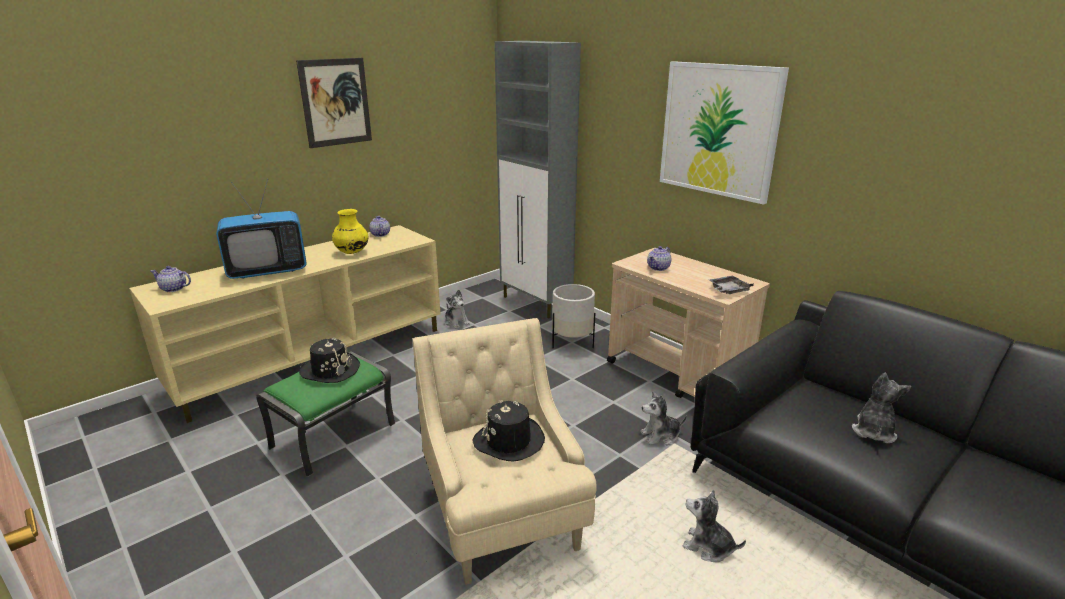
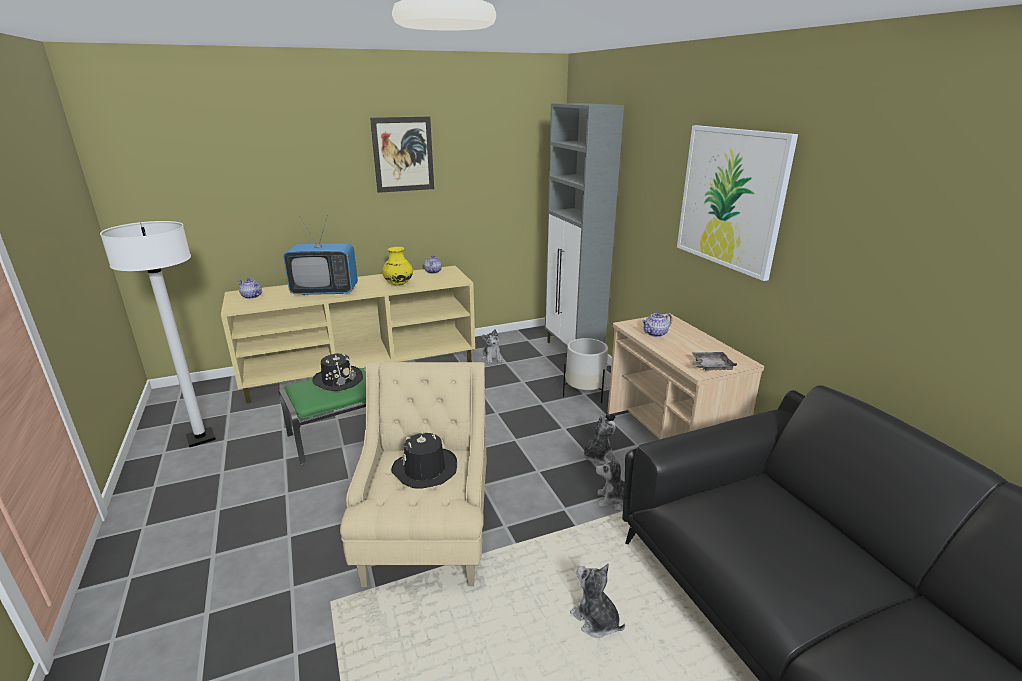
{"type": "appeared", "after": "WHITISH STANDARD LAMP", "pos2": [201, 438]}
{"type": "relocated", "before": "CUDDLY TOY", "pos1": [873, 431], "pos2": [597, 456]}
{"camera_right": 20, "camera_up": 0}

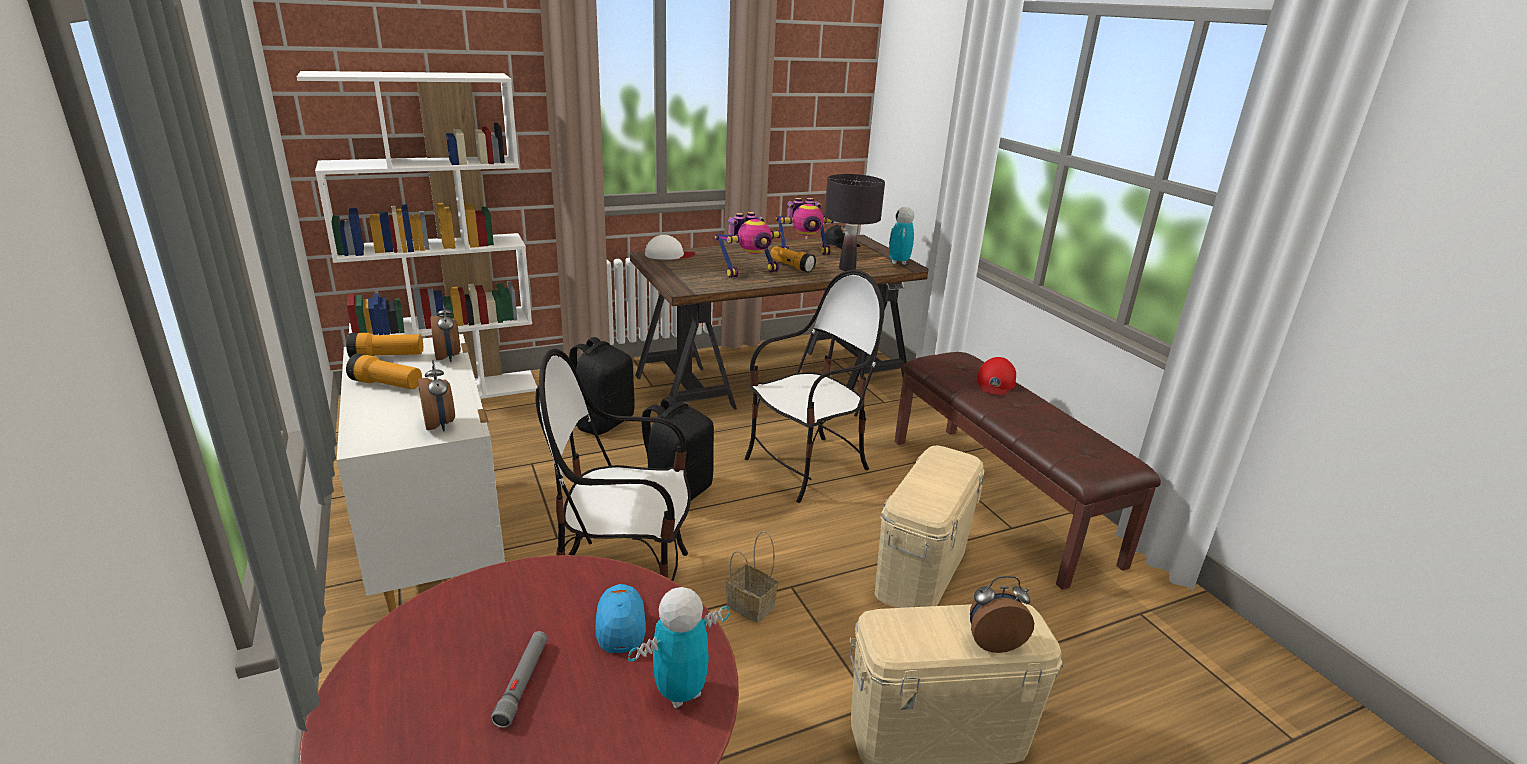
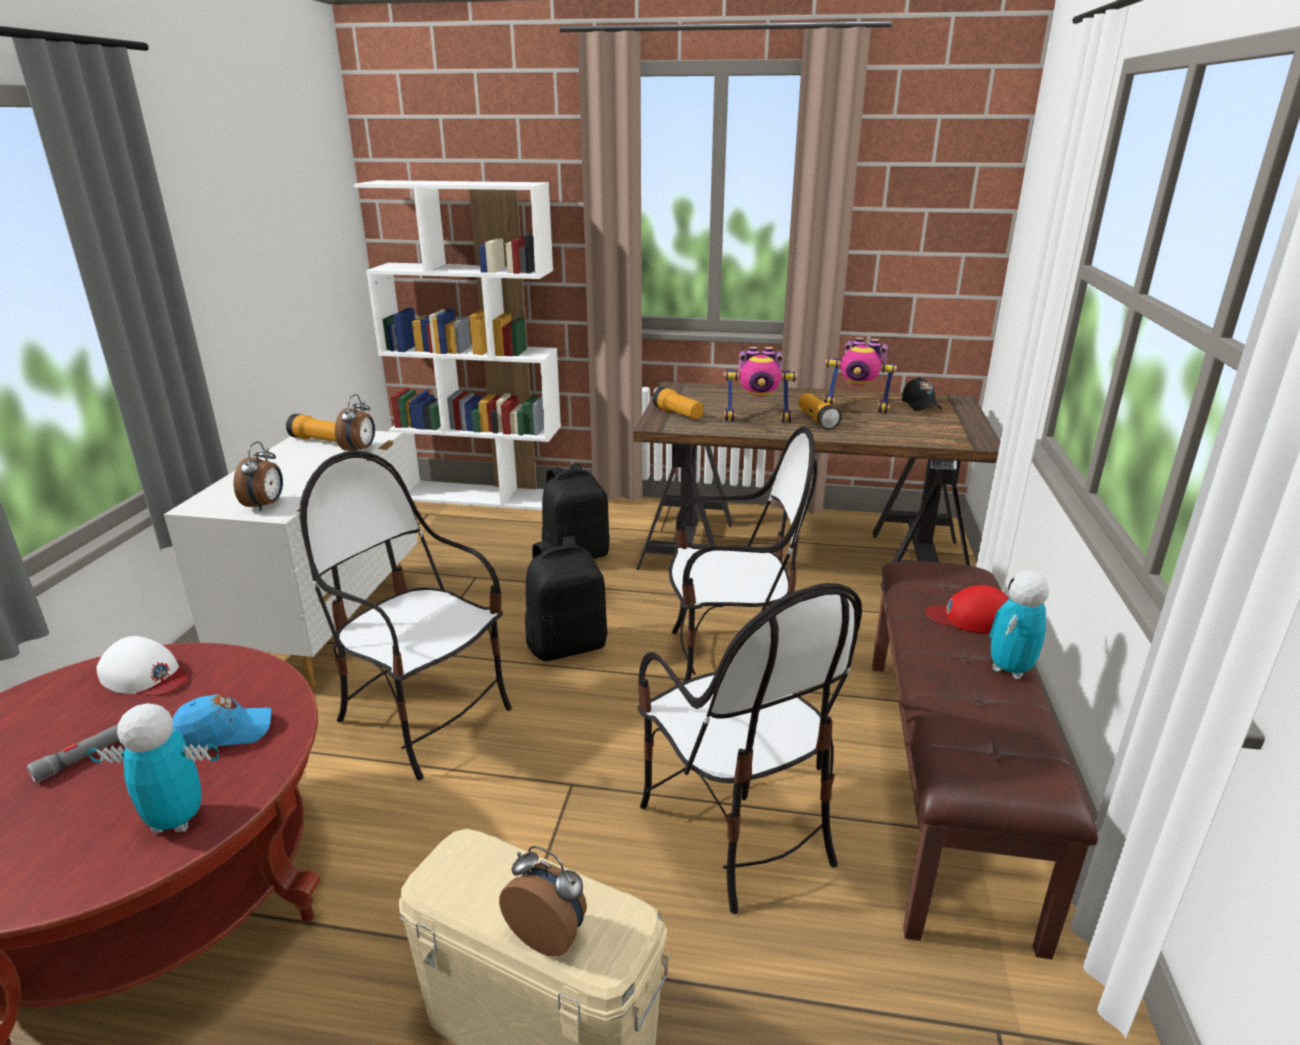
{"type": "relocated", "before": "WHITISH PEAKED CAP", "pos1": [669, 255], "pos2": [145, 676]}
{"type": "spun", "before": "BLUE-COLOURED PEAKED CAP", "pos1": [620, 623], "pos2": [225, 734], "turn": 45}
{"type": "exchanged", "before": "SAND-COLOURED STORAGE BIN", "after": "UPRIGHT CHAIR", "pos1": [922, 570], "pos2": [736, 829]}
{"type": "relocated", "before": "FLASHLIGHT", "pos1": [387, 385], "pos2": [678, 414]}
{"type": "spun", "before": "REDDISH PEAKED CAP", "pos1": [995, 383], "pos2": [972, 618], "turn": 45}
{"type": "relocated", "before": "MODEL ROBOT", "pos1": [898, 262], "pos2": [1009, 669]}
{"type": "missing", "before": "STORAGE BASKET", "pos1": [748, 605]}
{"type": "missing", "before": "BLACK TABLE LAMP", "pos1": [847, 269]}
{"camera_right": 35, "camera_up": 0}

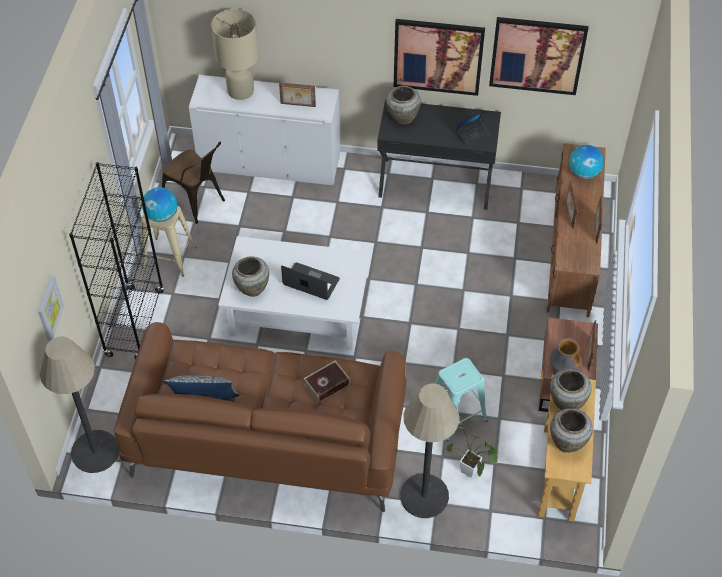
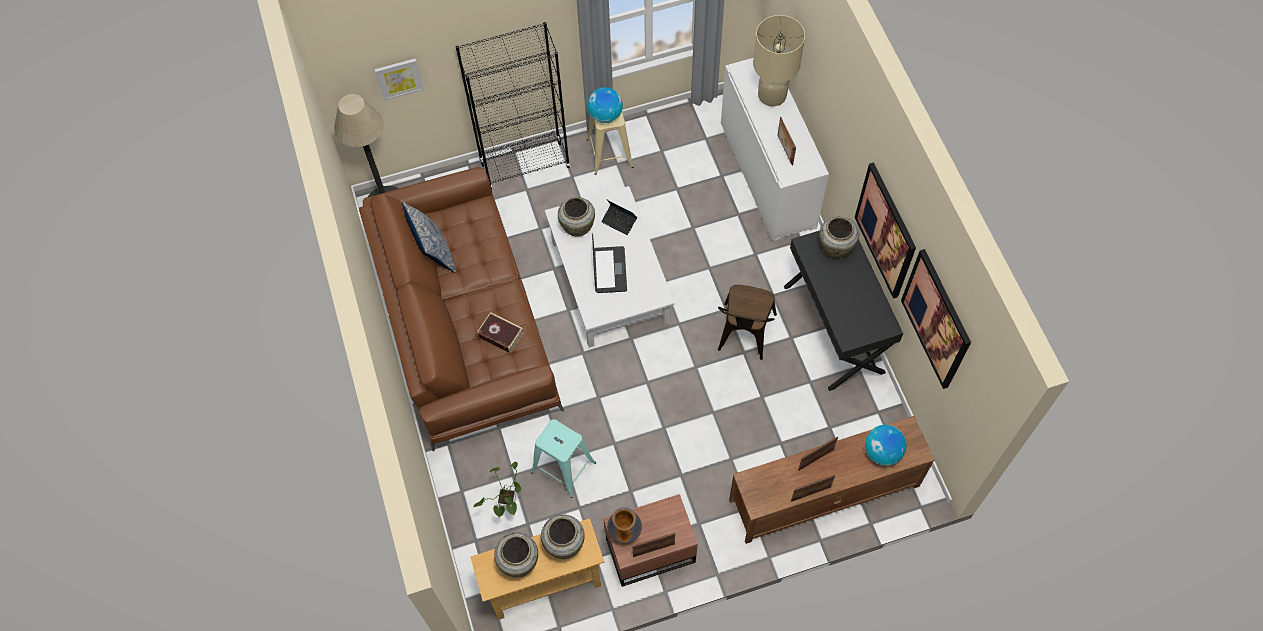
{"type": "relocated", "before": "LAPTOP", "pos1": [472, 134], "pos2": [619, 221]}
{"type": "relocated", "before": "BROWNISH UPRIGHT CHAIR", "pos1": [197, 202], "pos2": [744, 336]}
{"type": "missing", "before": "STANDARD LAMP", "pos1": [424, 496]}
{"camera_right": 65, "camera_up": 10}

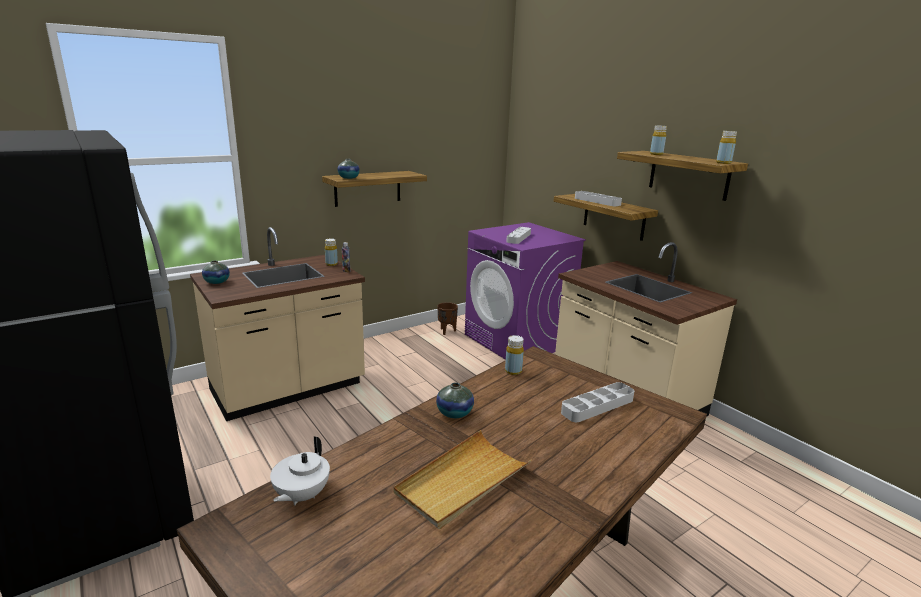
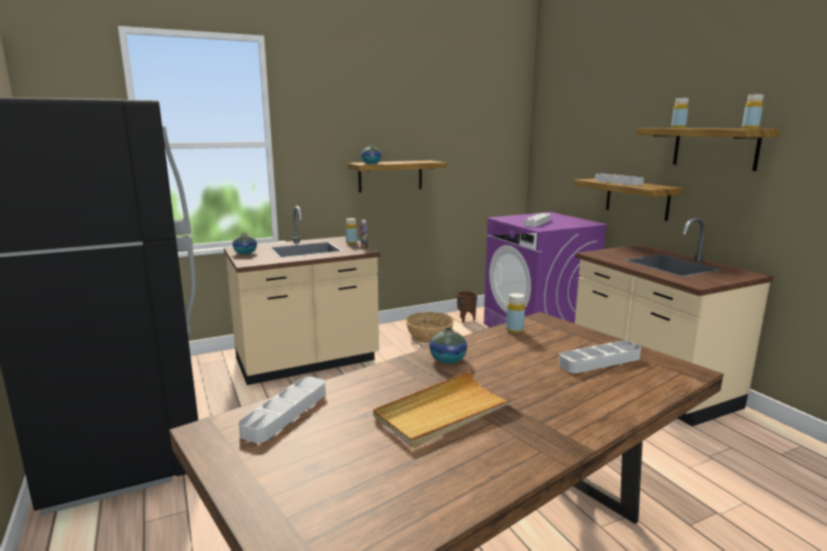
{"type": "exchanged", "before": "WHITISH POT FOR TEA", "after": "GREYISH TRAY", "pos1": [301, 495], "pos2": [285, 413]}
{"type": "appeared", "after": "STORAGE BASKET", "pos2": [429, 336]}
{"camera_right": 10, "camera_up": -5}

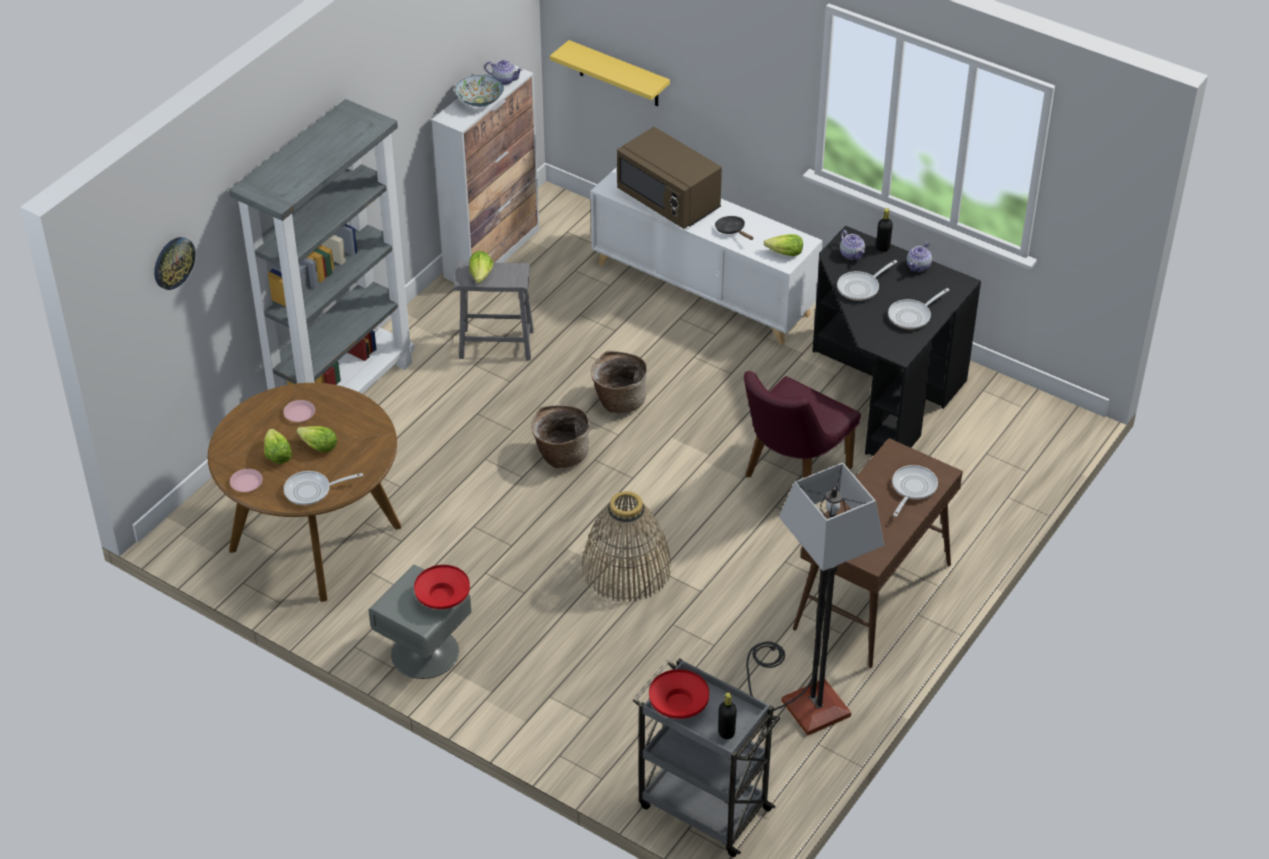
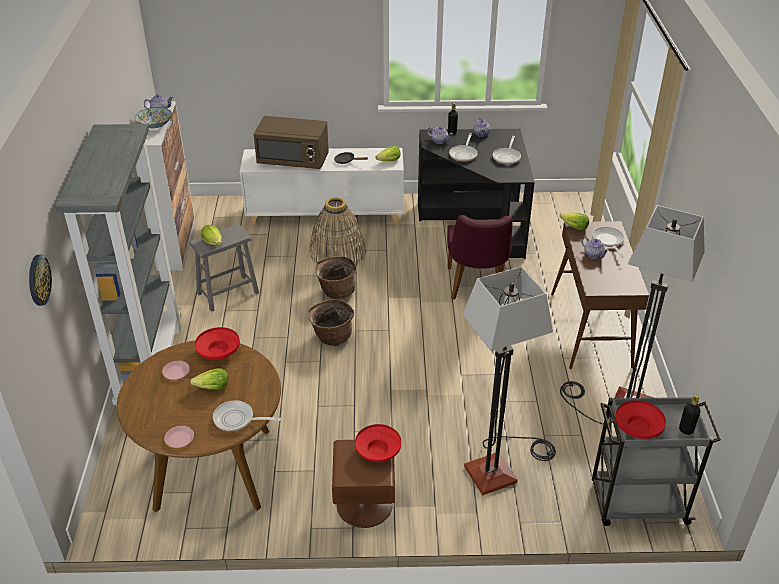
{"type": "appeared", "after": "REDDISH BOWL", "pos2": [218, 352]}
{"type": "spun", "before": "SKILLET", "pos1": [312, 491], "pos2": [237, 419], "turn": 60}
{"type": "relocated", "before": "STORAGE BASKET", "pos1": [626, 568], "pos2": [337, 252]}
{"type": "colour", "before": "GREYISH NIGHT TABLE", "after": "BROWNISH NIGHT TABLE", "pos1": [424, 653], "pos2": [364, 505]}
{"type": "appeared", "after": "STANDARD LAMP", "pos2": [500, 467]}
{"type": "relocated", "before": "HEAD OF LETTUCE", "pos1": [277, 454], "pos2": [574, 227]}
{"type": "appeared", "after": "POT FOR TEA", "pos2": [593, 254]}
{"type": "missing", "before": "YELLOW SHELF", "pos1": [619, 74]}
{"camera_right": -35, "camera_up": -5}

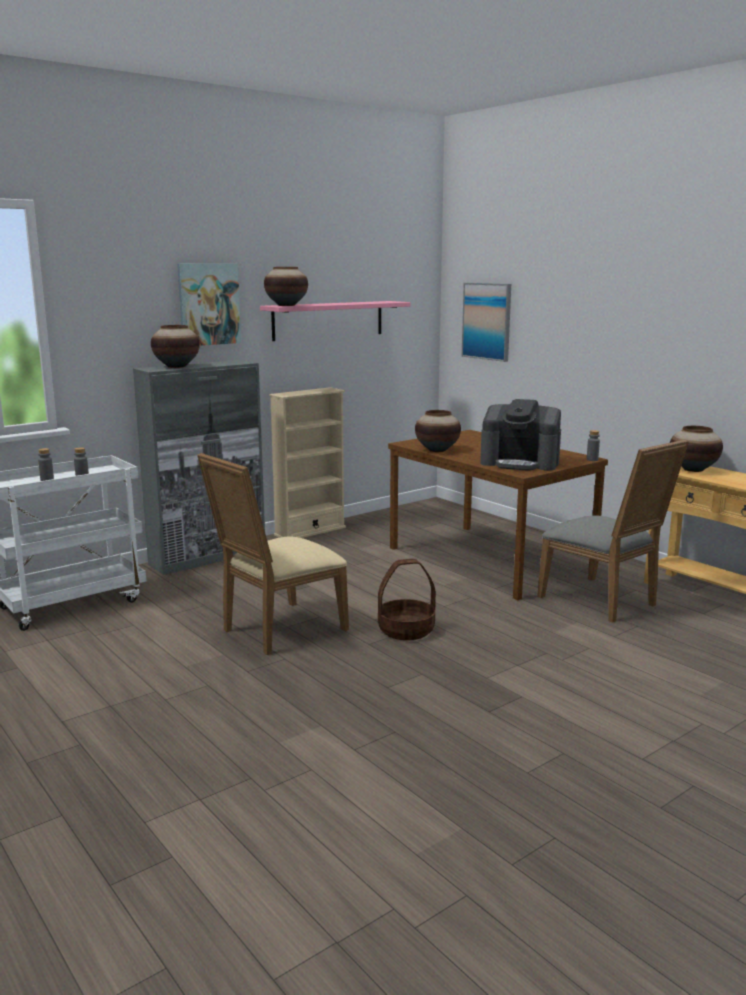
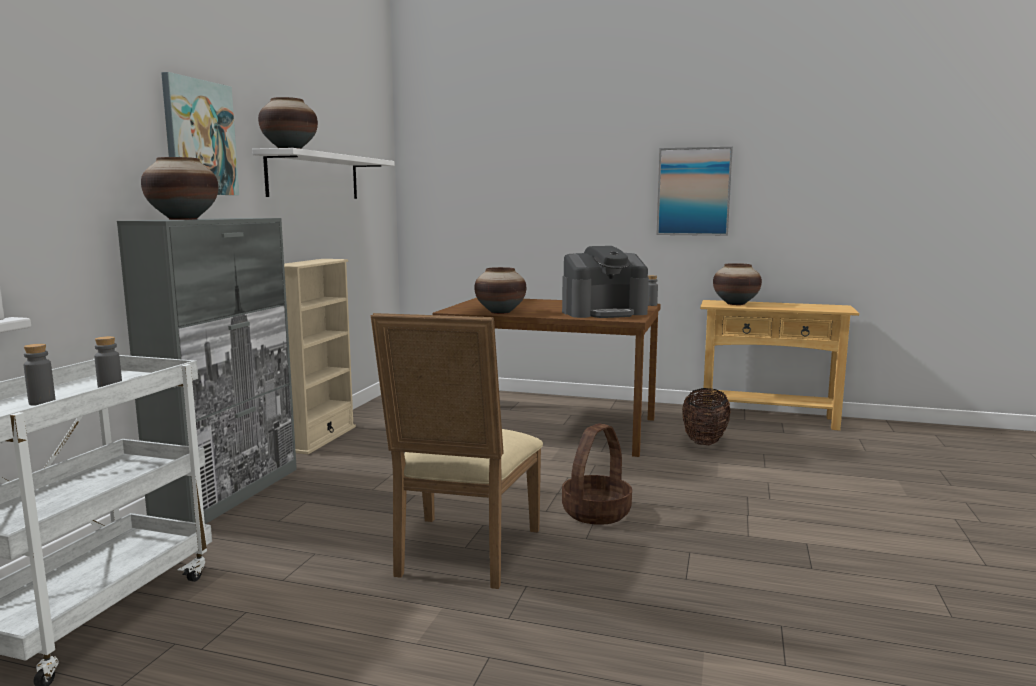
{"type": "colour", "before": "PINK-COLOURED SHELF", "after": "WHITISH SHELF", "pos1": [328, 320], "pos2": [314, 177]}
{"type": "relocated", "before": "WALL PICTURE", "pos1": [487, 321], "pos2": [693, 191]}
{"type": "exchanged", "before": "GREYISH UPRIGHT CHAIR", "after": "STORAGE BASKET", "pos1": [603, 602], "pos2": [704, 441]}
{"camera_right": -35, "camera_up": -5}

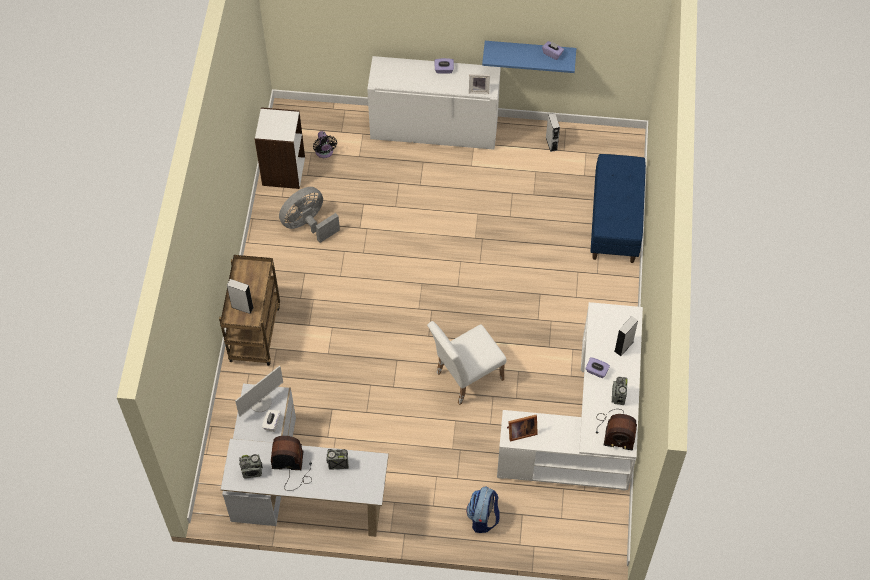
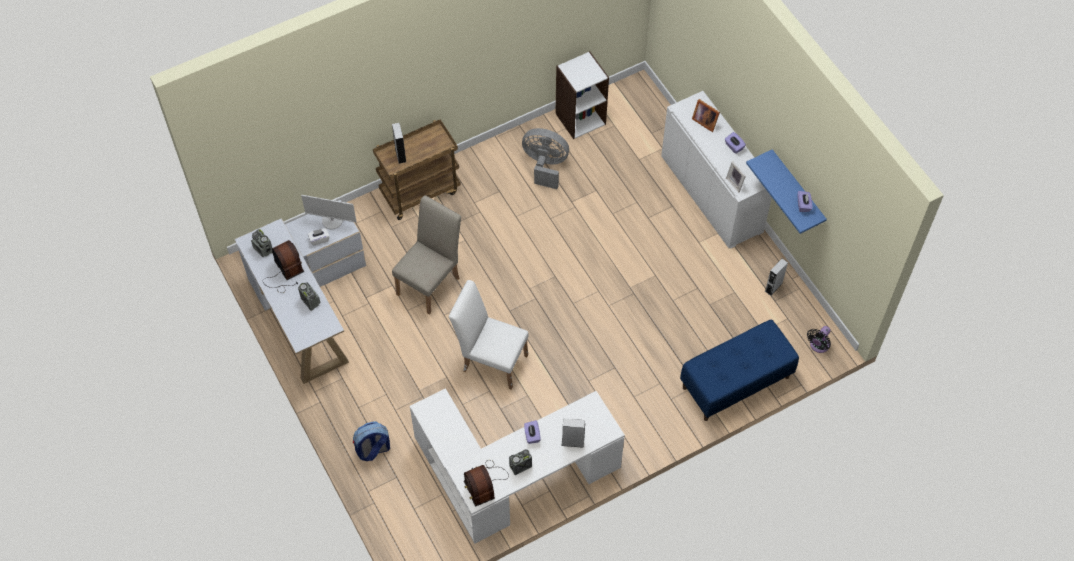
{"type": "appeared", "after": "SAND-COLOURED UPRIGHT CHAIR", "pos2": [431, 282]}
{"type": "relocated", "before": "PICTURE FRAME", "pos1": [520, 432], "pos2": [704, 121]}
{"type": "relocated", "before": "BLACK FAN", "pos1": [324, 152], "pos2": [818, 346]}
{"camera_right": 55, "camera_up": 0}

